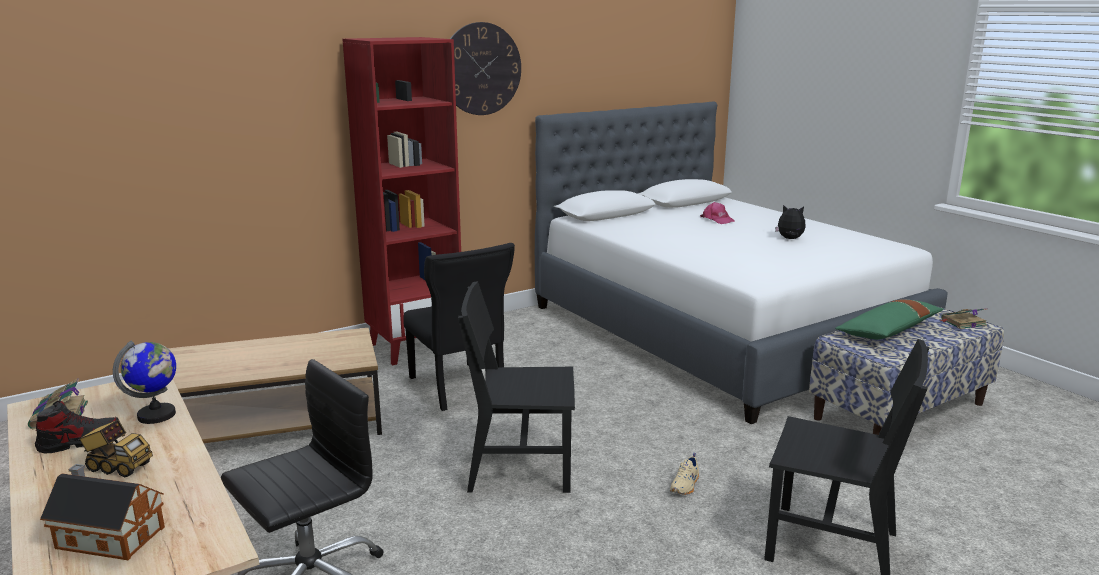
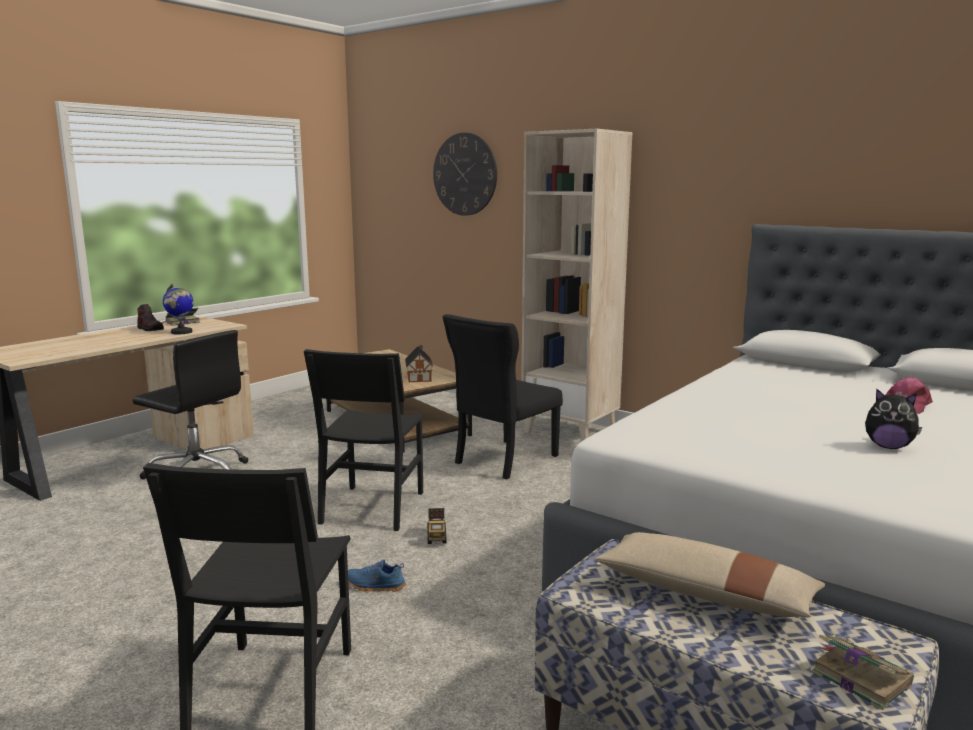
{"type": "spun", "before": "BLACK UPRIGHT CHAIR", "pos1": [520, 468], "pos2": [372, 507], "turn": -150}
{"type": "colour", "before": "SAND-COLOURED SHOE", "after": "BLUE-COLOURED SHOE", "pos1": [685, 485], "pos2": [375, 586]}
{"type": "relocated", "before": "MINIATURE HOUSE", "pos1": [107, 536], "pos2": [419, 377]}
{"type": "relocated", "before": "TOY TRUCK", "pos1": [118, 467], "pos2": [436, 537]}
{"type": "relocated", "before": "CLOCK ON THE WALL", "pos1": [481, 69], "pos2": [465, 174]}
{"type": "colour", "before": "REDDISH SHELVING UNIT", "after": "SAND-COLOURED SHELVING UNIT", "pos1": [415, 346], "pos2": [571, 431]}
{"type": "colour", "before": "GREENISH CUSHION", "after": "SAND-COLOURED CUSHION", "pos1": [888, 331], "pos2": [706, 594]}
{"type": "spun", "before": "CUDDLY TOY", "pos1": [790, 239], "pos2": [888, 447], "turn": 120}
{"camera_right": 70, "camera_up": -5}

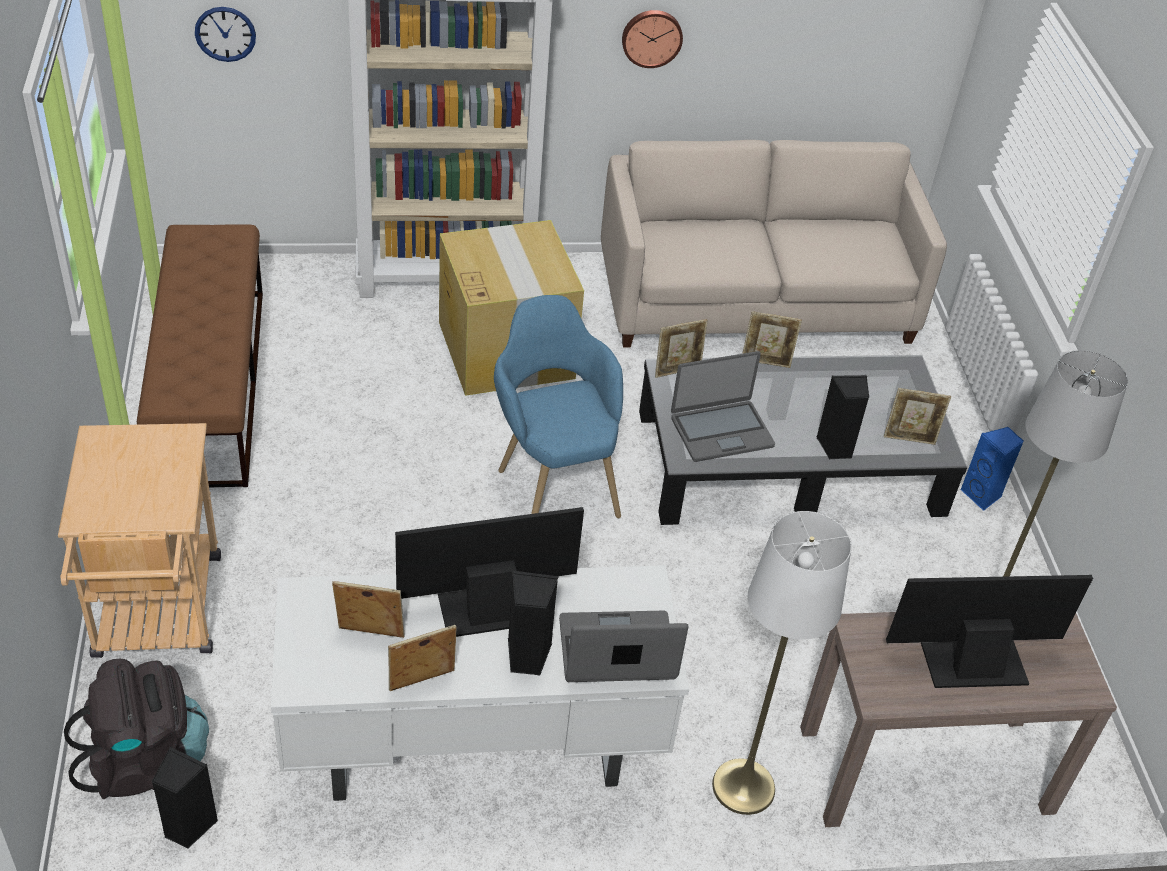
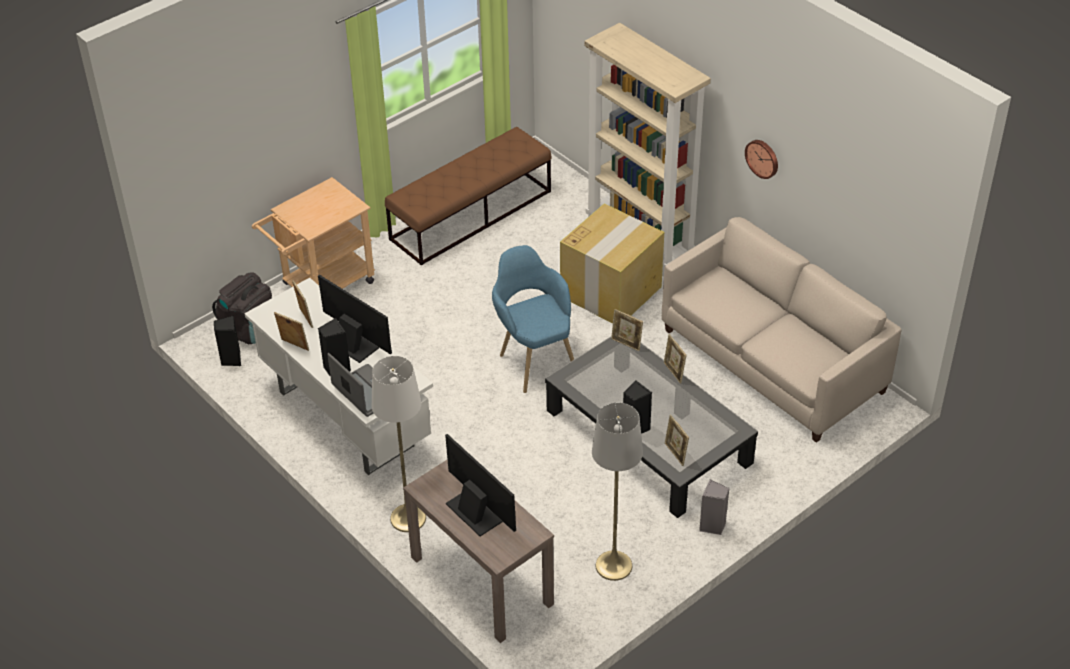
{"type": "spun", "before": "BLUE-COLOURED ARMCHAIR", "pos1": [553, 481], "pos2": [534, 358], "turn": -60}
{"type": "colour", "before": "BLUE-COLOURED AUDIO SPEAKER", "after": "GREYISH AUDIO SPEAKER", "pos1": [982, 495], "pos2": [712, 526]}
{"type": "missing", "before": "CLOCK ON THE WALL", "pos1": [225, 34]}
{"type": "missing", "before": "LAPTOP", "pos1": [721, 431]}
{"camera_right": 60, "camera_up": 0}

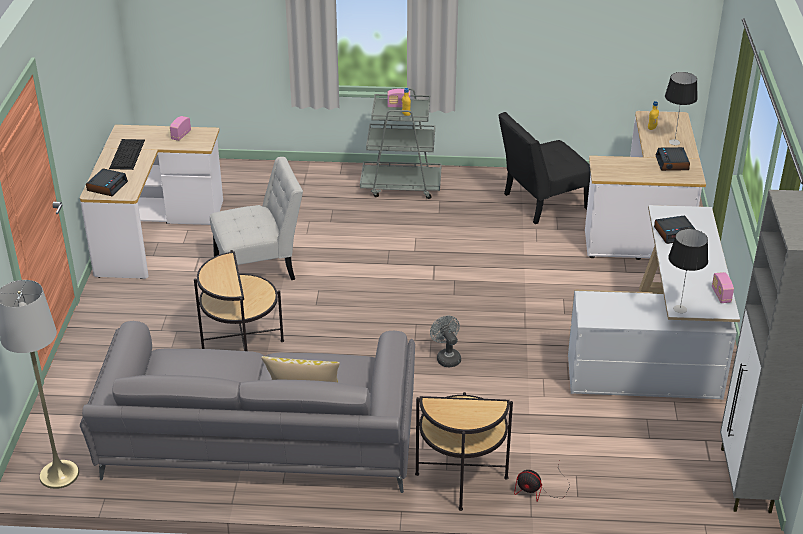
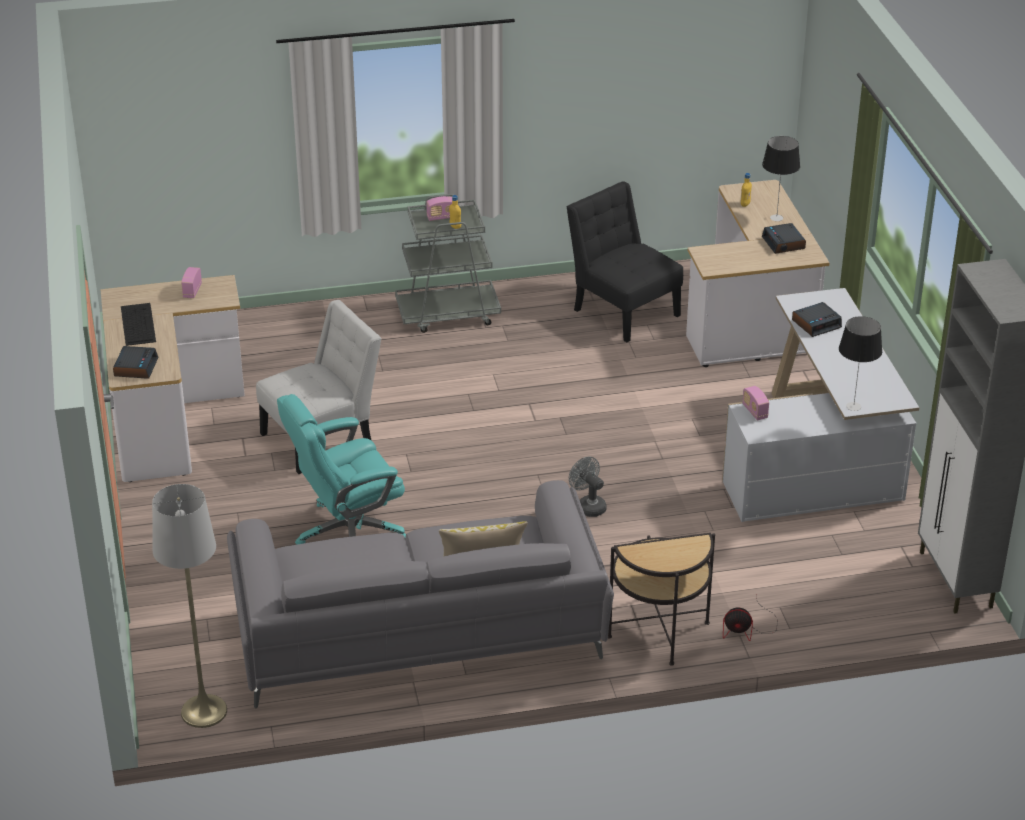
{"type": "exchanged", "before": "SIDE TABLE", "after": "BLUE-GREEN OFFICE CHAIR", "pos1": [243, 346], "pos2": [348, 533]}
{"type": "spun", "before": "BLACK UPRIGHT CHAIR", "pos1": [541, 202], "pos2": [623, 310], "turn": 90}
{"type": "relocated", "before": "RADIO SET", "pos1": [721, 295], "pos2": [754, 411]}
{"camera_right": -15, "camera_up": 0}

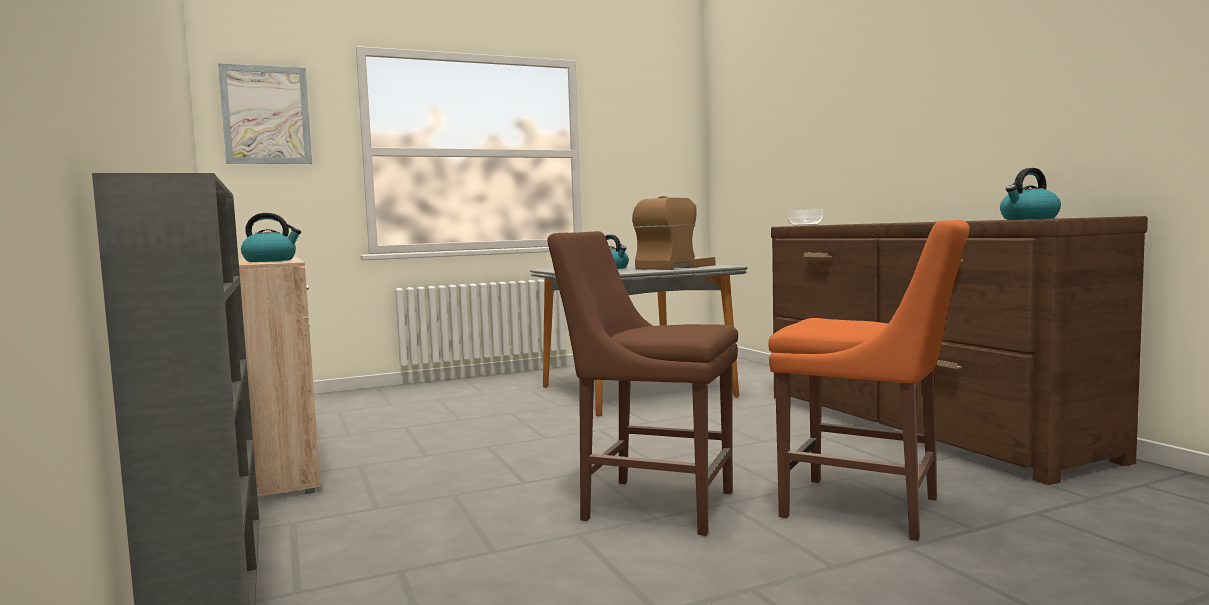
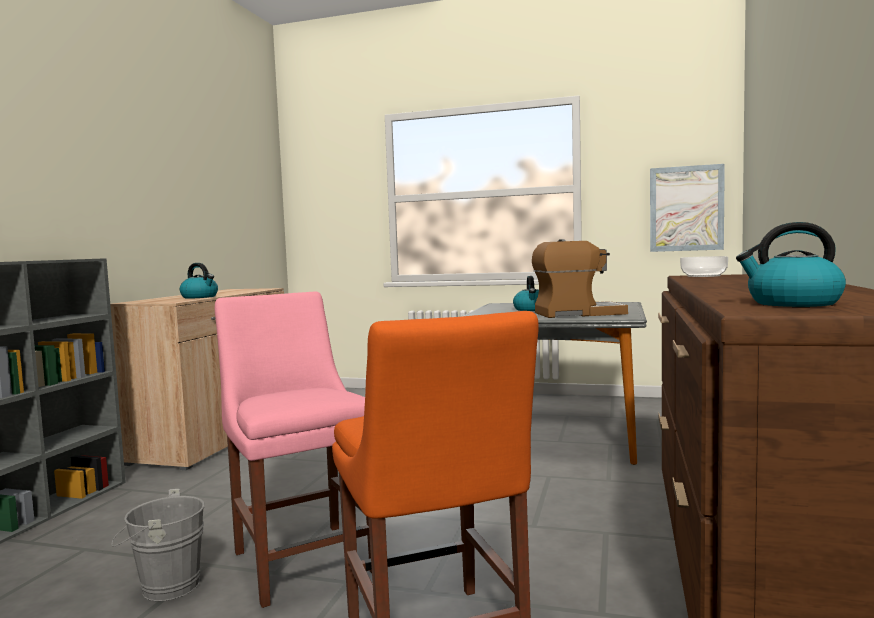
{"type": "appeared", "after": "GREYISH WATER BUCKET", "pos2": [164, 587]}
{"type": "colour", "before": "BROWNISH UPRIGHT CHAIR", "after": "PINK-COLOURED UPRIGHT CHAIR", "pos1": [651, 504], "pos2": [302, 558]}
{"type": "relocated", "before": "WALL PICTURE", "pos1": [266, 115], "pos2": [686, 208]}
{"camera_right": 40, "camera_up": 0}

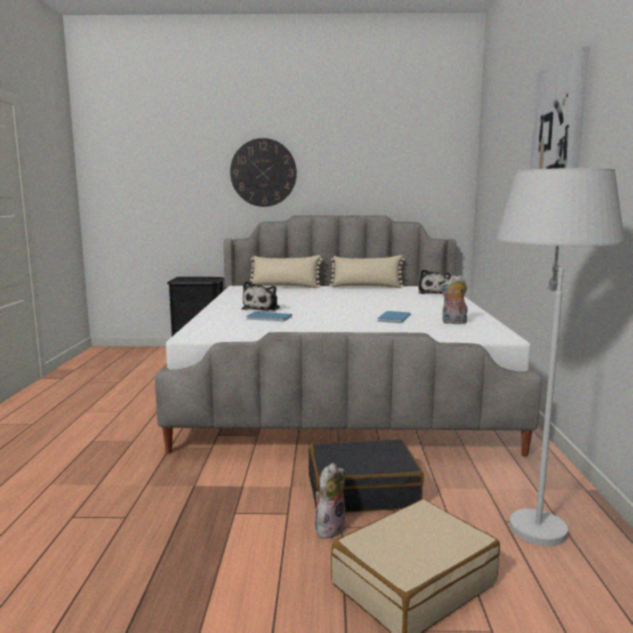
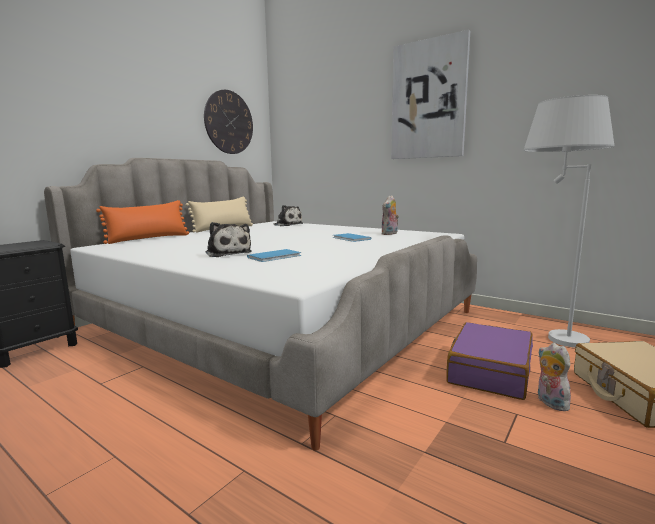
{"type": "colour", "before": "SAND-COLOURED CUSHION", "after": "ORANGE CUSHION", "pos1": [285, 286], "pos2": [148, 239]}
{"type": "relocated", "before": "CLOCK ON THE WALL", "pos1": [263, 172], "pos2": [229, 122]}
{"type": "colour", "before": "BLACK SUITCASE", "after": "PURPLISH SUITCASE", "pos1": [362, 491], "pos2": [489, 371]}
{"camera_right": -55, "camera_up": 0}

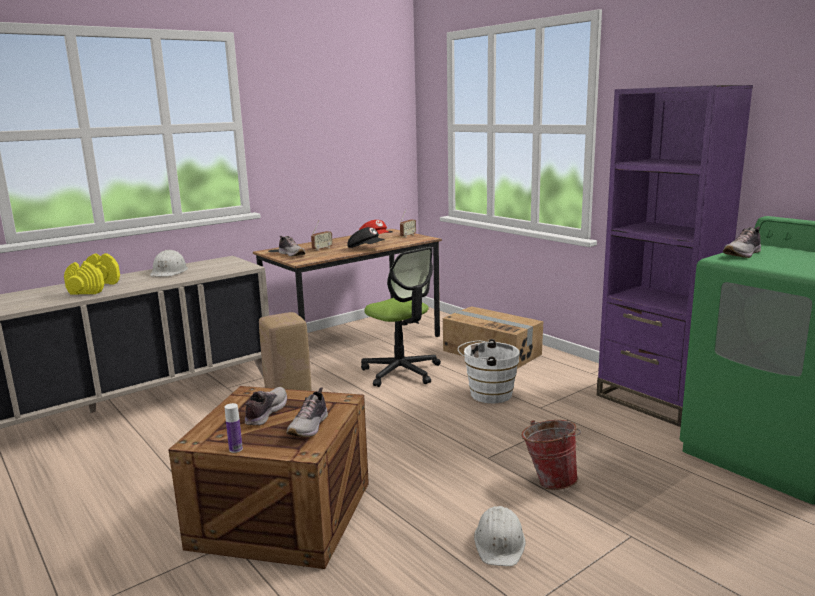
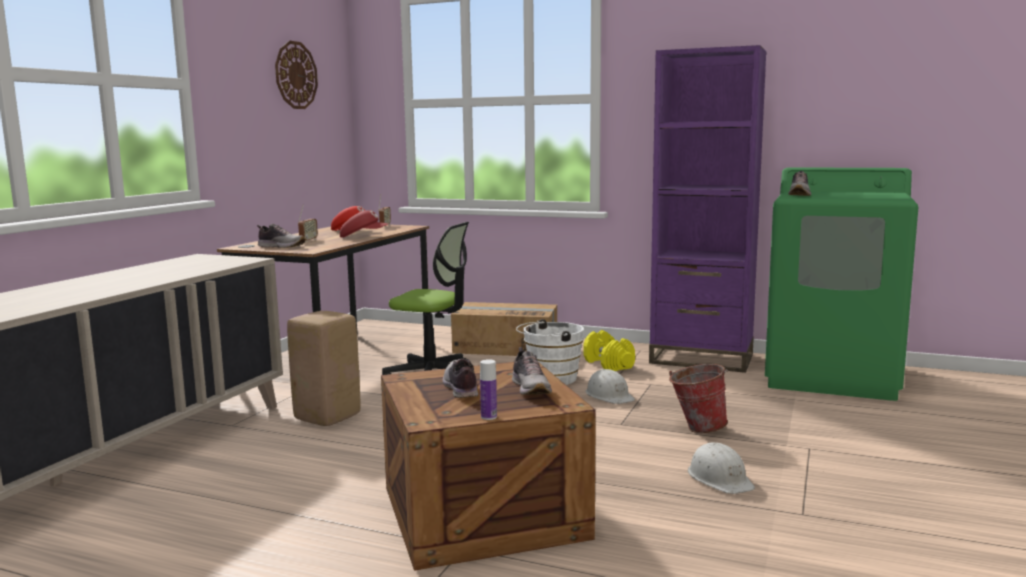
{"type": "appeared", "after": "CLOCK ON THE WALL", "pos2": [296, 75]}
{"type": "colour", "before": "BLACK PEAKED CAP", "after": "REDDISH PEAKED CAP", "pos1": [366, 248], "pos2": [363, 237]}
{"type": "relocated", "before": "YELLOW HAND WEIGHT", "pos1": [94, 288], "pos2": [608, 364]}
{"type": "relocated", "before": "WHITISH SAFETY HELMET", "pos1": [169, 272], "pos2": [609, 396]}
{"camera_right": -30, "camera_up": -5}

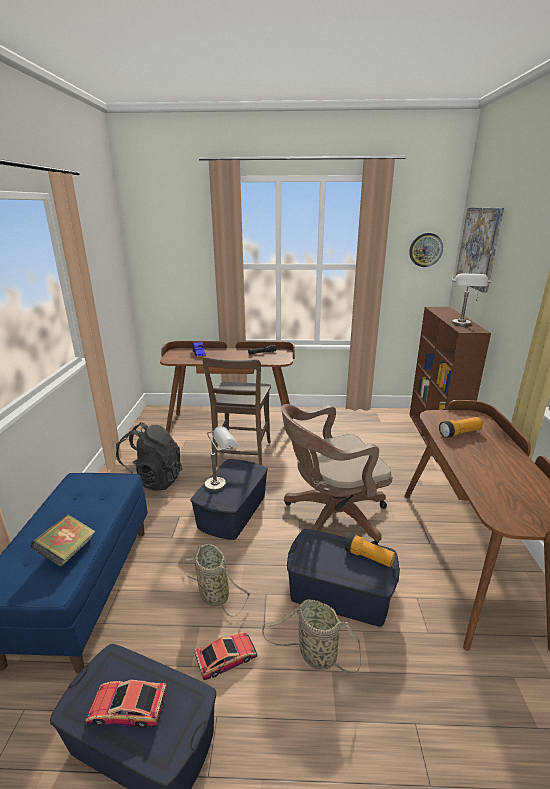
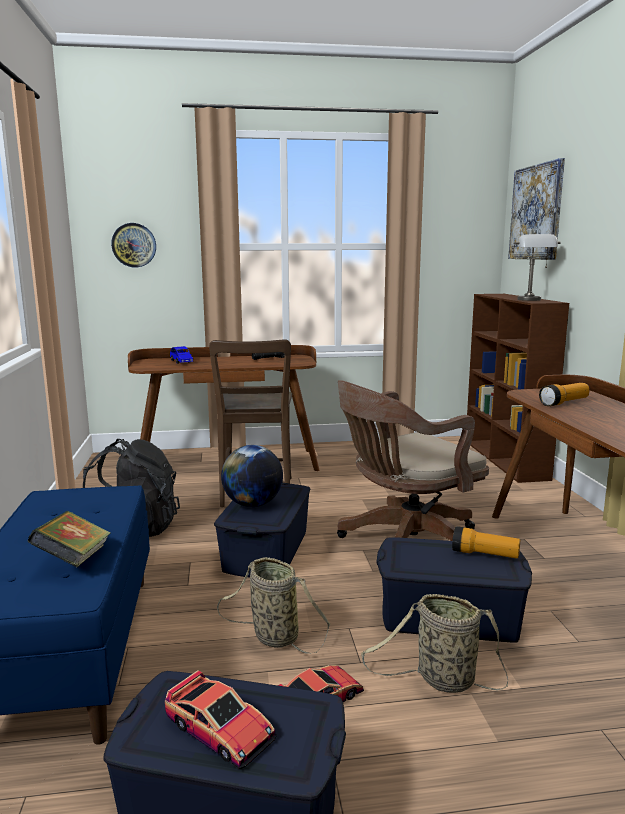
{"type": "relocated", "before": "CLOCK ON THE WALL", "pos1": [425, 250], "pos2": [134, 245]}
{"type": "spun", "before": "MODEL CAR", "pos1": [127, 708], "pos2": [220, 730], "turn": -135}
{"type": "exchanged", "before": "GREYISH TABLE LAMP", "after": "WORLD GLOBE", "pos1": [222, 483], "pos2": [253, 504]}
{"camera_right": -10, "camera_up": -10}

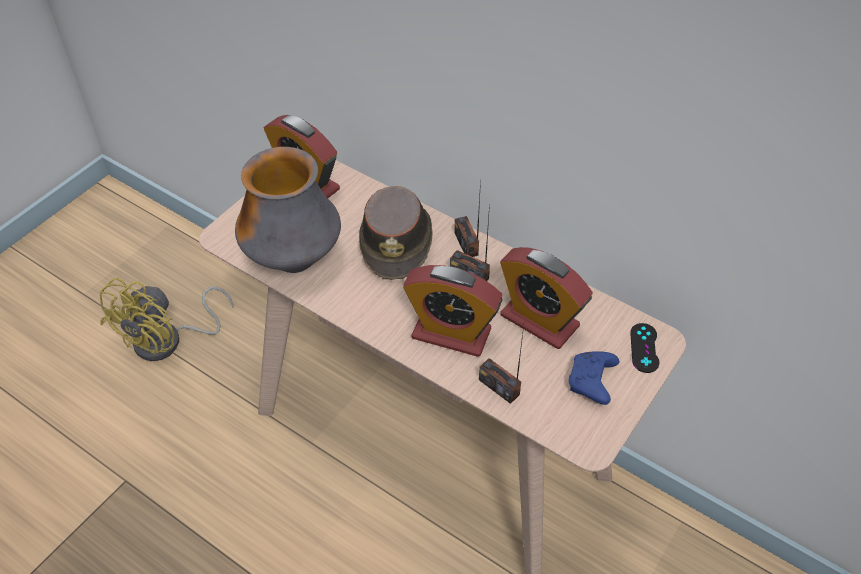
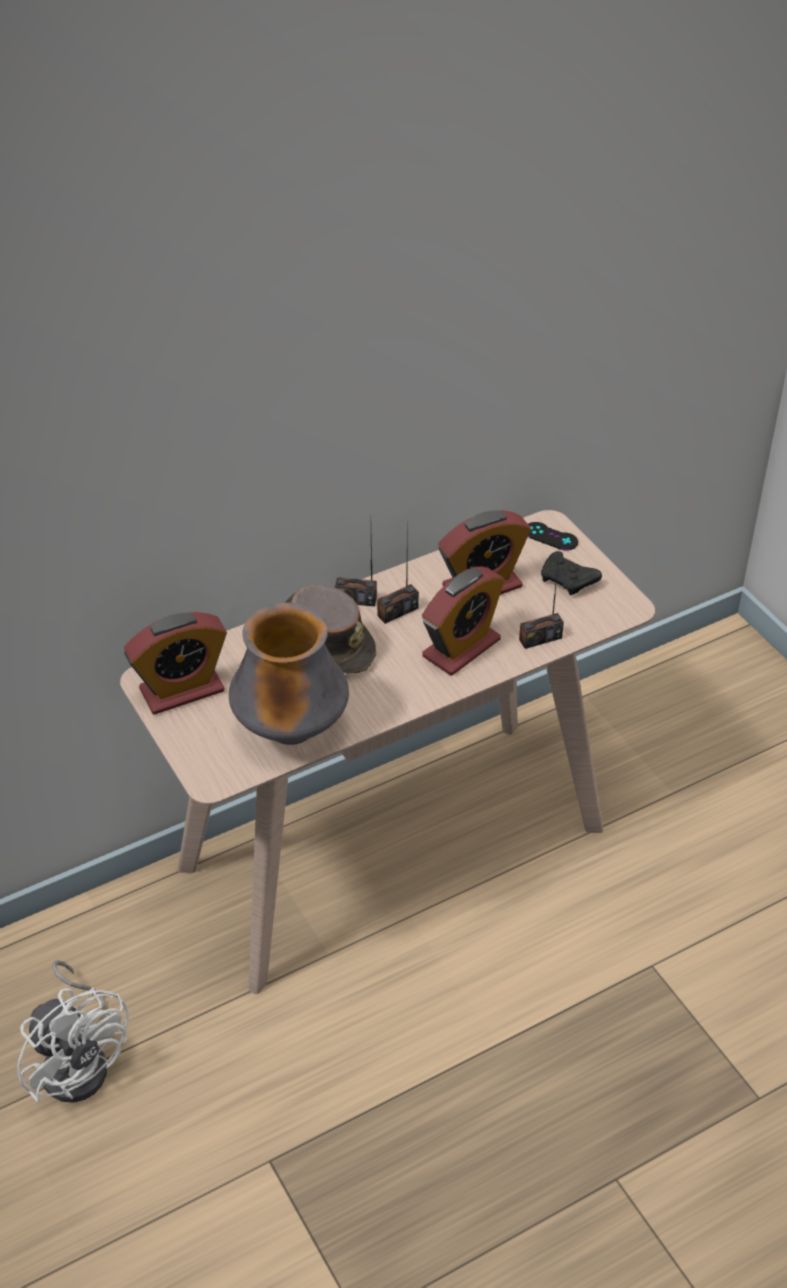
{"type": "colour", "before": "YELLOW FAN", "after": "WHITISH FAN", "pos1": [169, 341], "pos2": [79, 1060]}
{"type": "colour", "before": "BLUE-COLOURED GAME CONTROLLER", "after": "BLACK GAME CONTROLLER", "pos1": [592, 382], "pos2": [568, 581]}
{"camera_right": -65, "camera_up": -5}

